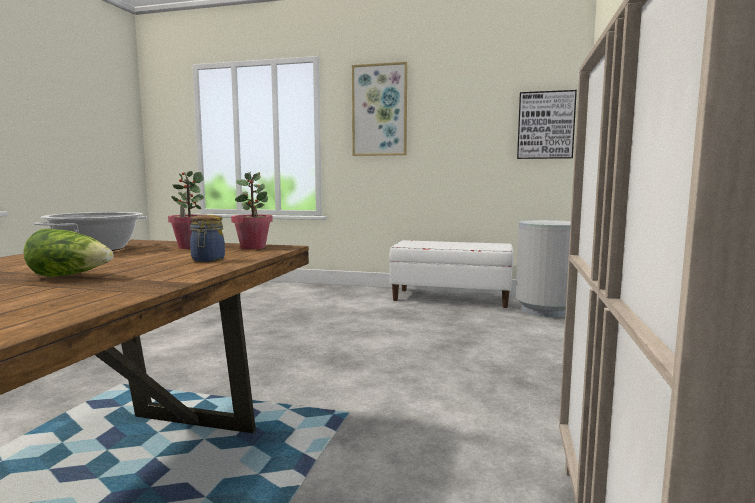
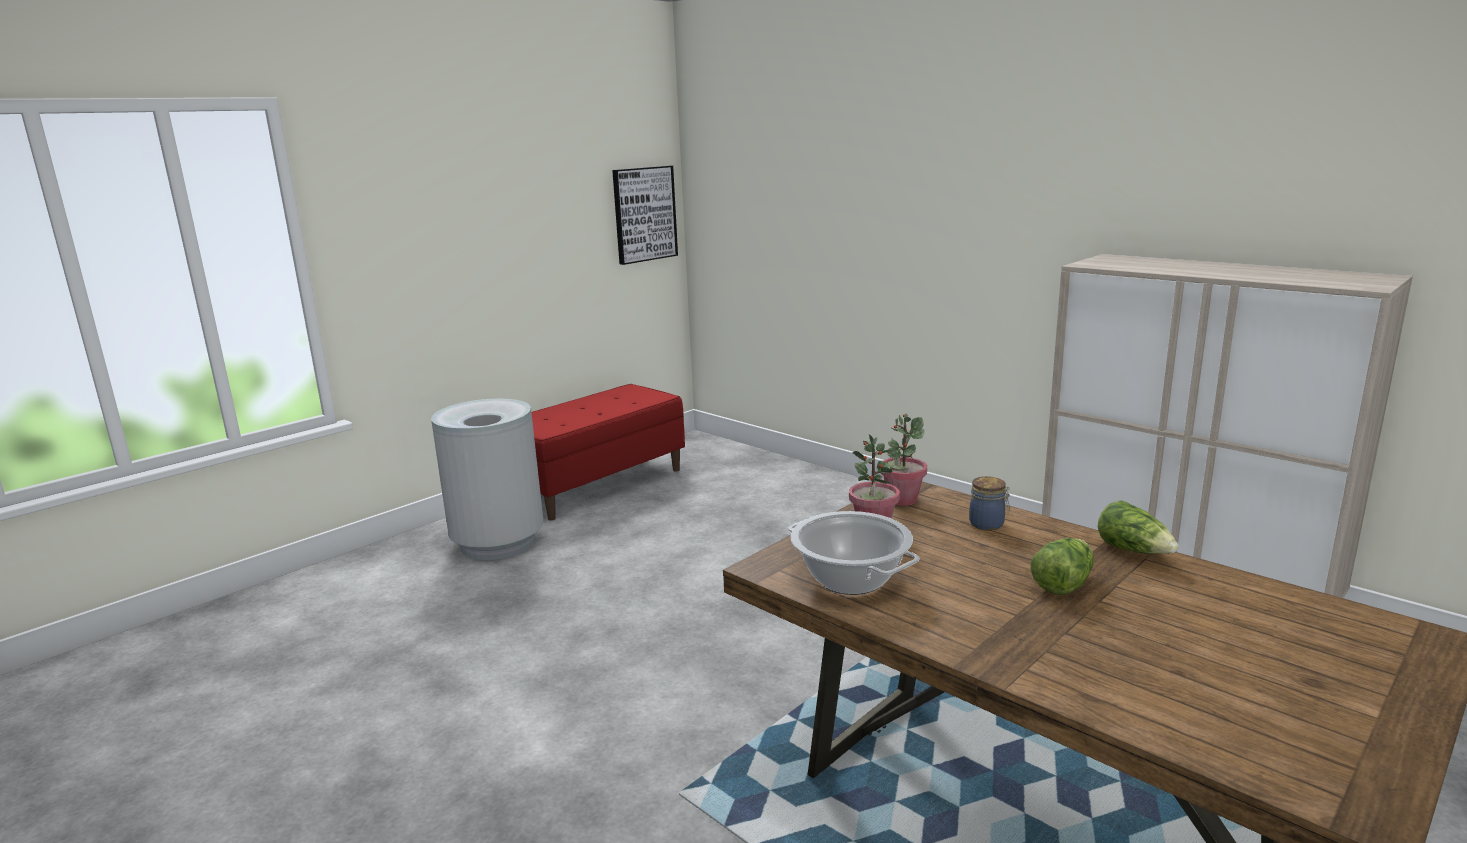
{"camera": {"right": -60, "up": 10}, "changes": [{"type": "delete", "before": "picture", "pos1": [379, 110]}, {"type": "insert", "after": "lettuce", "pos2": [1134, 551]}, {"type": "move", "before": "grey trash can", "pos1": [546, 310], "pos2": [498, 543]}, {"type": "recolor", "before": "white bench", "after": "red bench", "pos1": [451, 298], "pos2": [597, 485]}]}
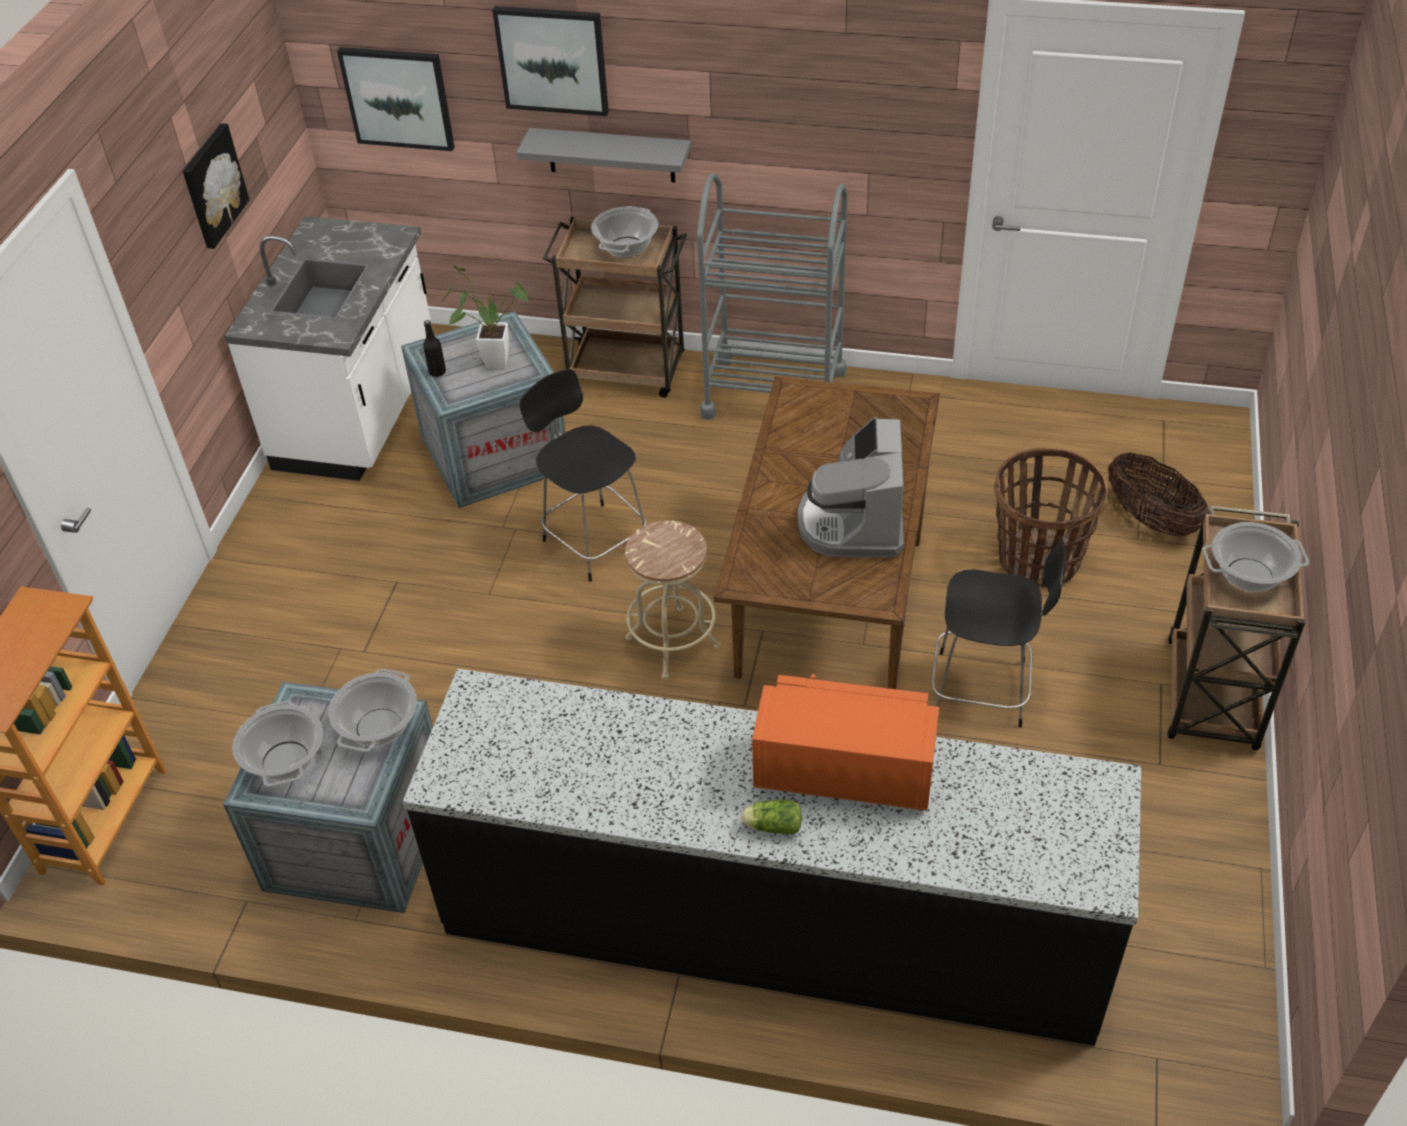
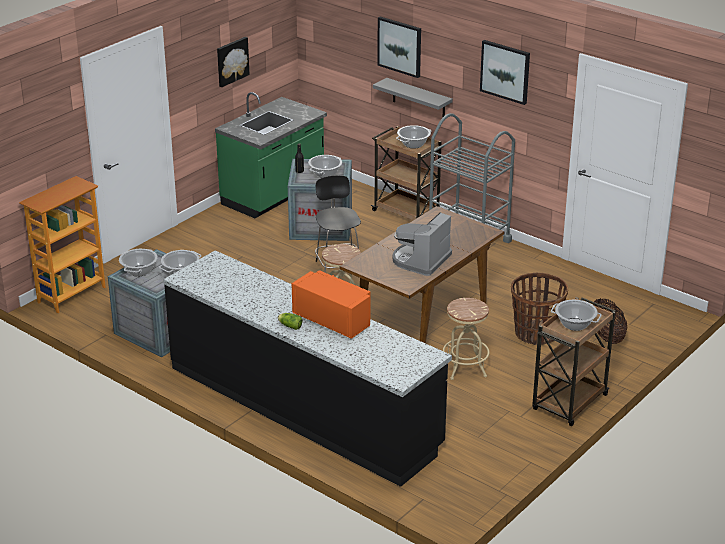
{"camera": {"right": 25, "up": -15}, "changes": [{"type": "move", "before": "picture", "pos1": [398, 97], "pos2": [505, 71]}, {"type": "replace", "before": "potted plant", "after": "cooking pot", "pos1": [491, 362], "pos2": [325, 174]}, {"type": "replace", "before": "black chair", "after": "beige stool", "pos1": [984, 690], "pos2": [465, 368]}, {"type": "recolor", "before": "white counter", "after": "green counter", "pos1": [360, 413], "pos2": [274, 195]}]}
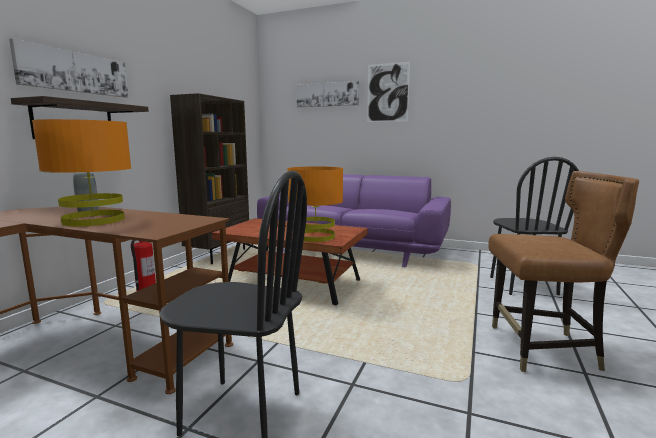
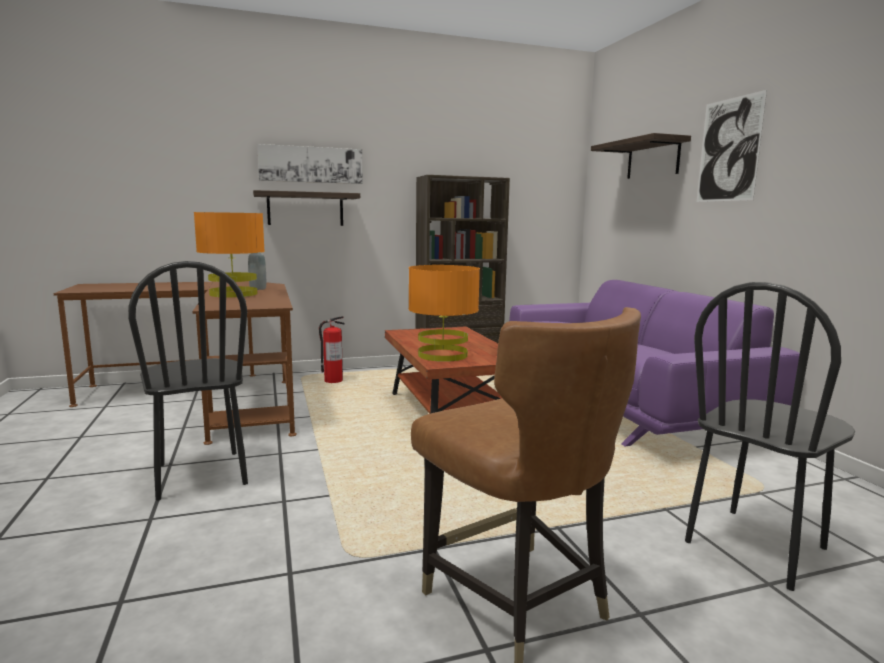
{"camera": {"right": 50, "up": 0}, "changes": [{"type": "replace", "before": "picture", "after": "shelf", "pos1": [327, 94], "pos2": [653, 159]}]}
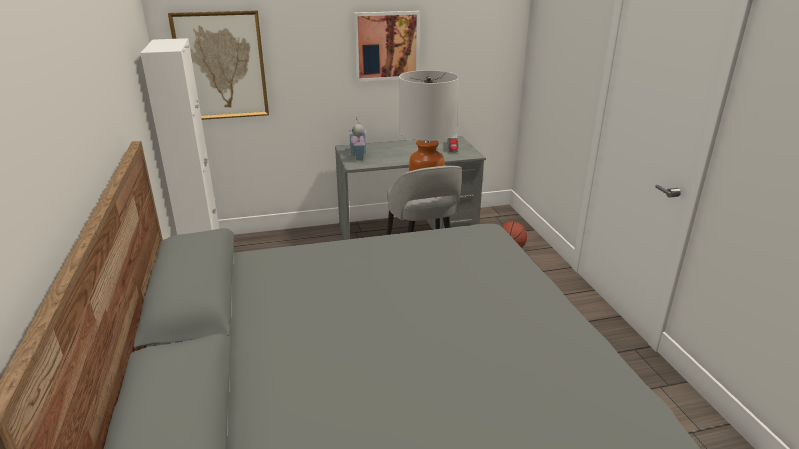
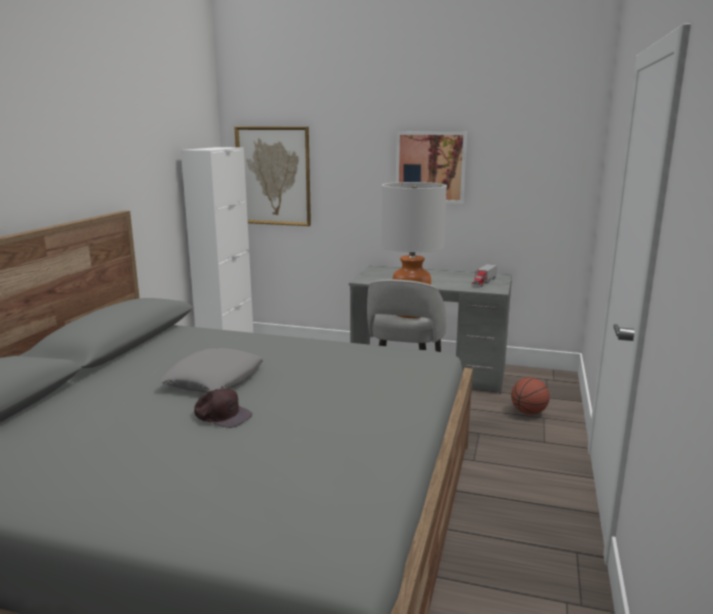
{"camera": {"right": 30, "up": -10}, "changes": [{"type": "delete", "before": "toy house", "pos1": [358, 155]}, {"type": "insert", "after": "grey pillow", "pos2": [214, 379]}, {"type": "insert", "after": "brown cap", "pos2": [222, 415]}]}
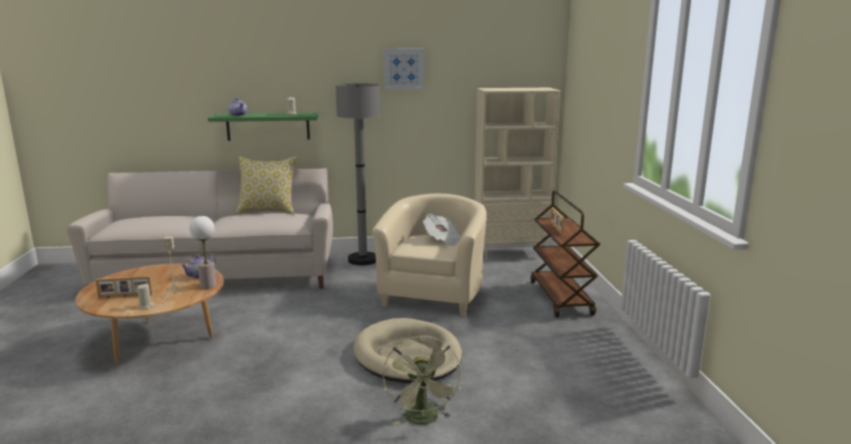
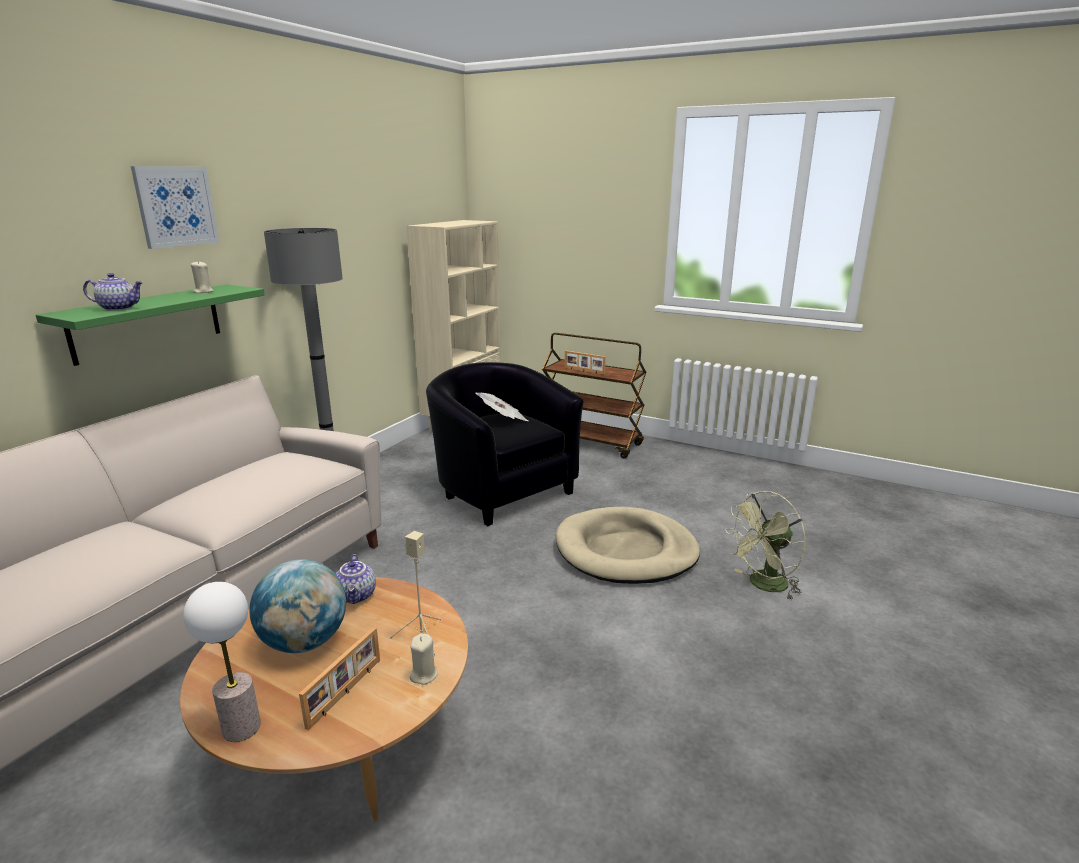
{"camera": {"right": -55, "up": 5}, "changes": [{"type": "delete", "before": "pillow", "pos1": [268, 211]}, {"type": "insert", "after": "globe", "pos2": [304, 642]}, {"type": "move", "before": "table lamp", "pos1": [208, 285], "pos2": [242, 728]}, {"type": "move", "before": "picture", "pos1": [403, 69], "pos2": [176, 206]}, {"type": "recolor", "before": "beige armchair", "after": "black armchair", "pos1": [433, 295], "pos2": [501, 490]}, {"type": "rotate", "before": "green fan", "pos1": [423, 420], "pos2": [763, 585], "turn": 120}]}
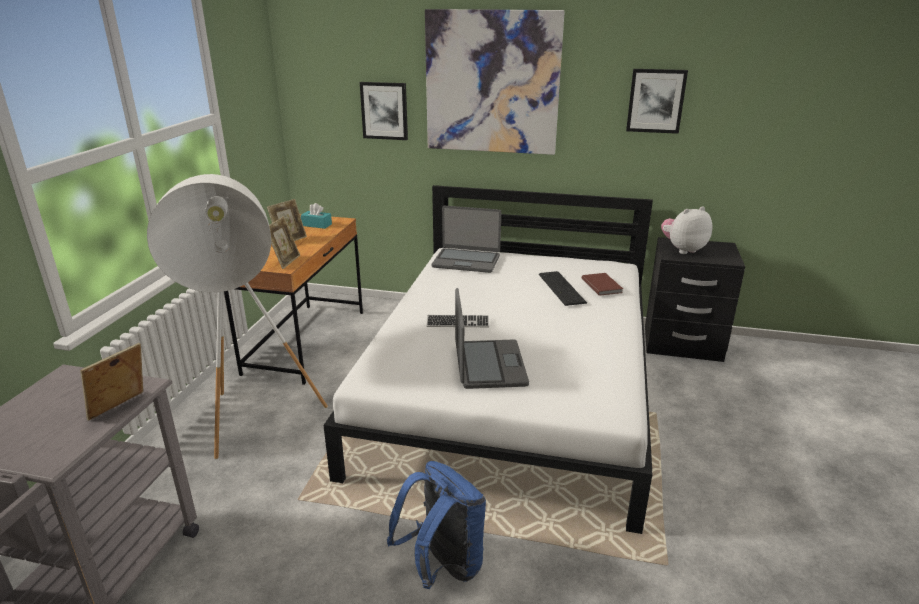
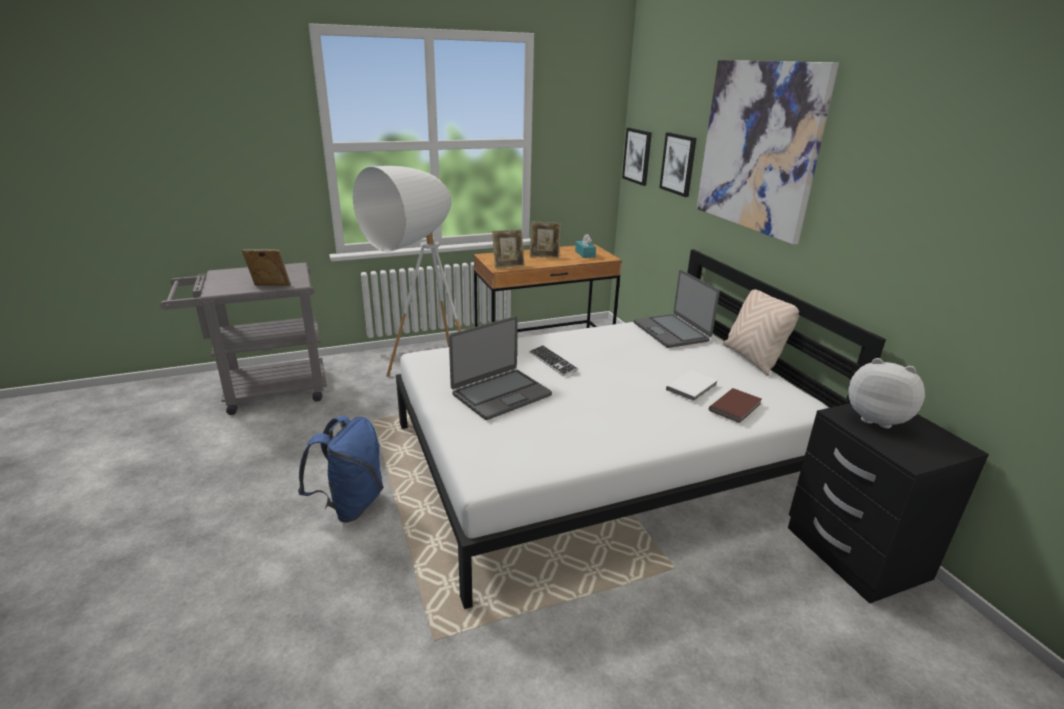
{"camera": {"right": 55, "up": 0}, "changes": [{"type": "insert", "after": "beige pillow", "pos2": [752, 359]}, {"type": "move", "before": "picture", "pos1": [656, 101], "pos2": [637, 156]}, {"type": "replace", "before": "keyboard", "after": "white book", "pos1": [562, 287], "pos2": [693, 387]}]}
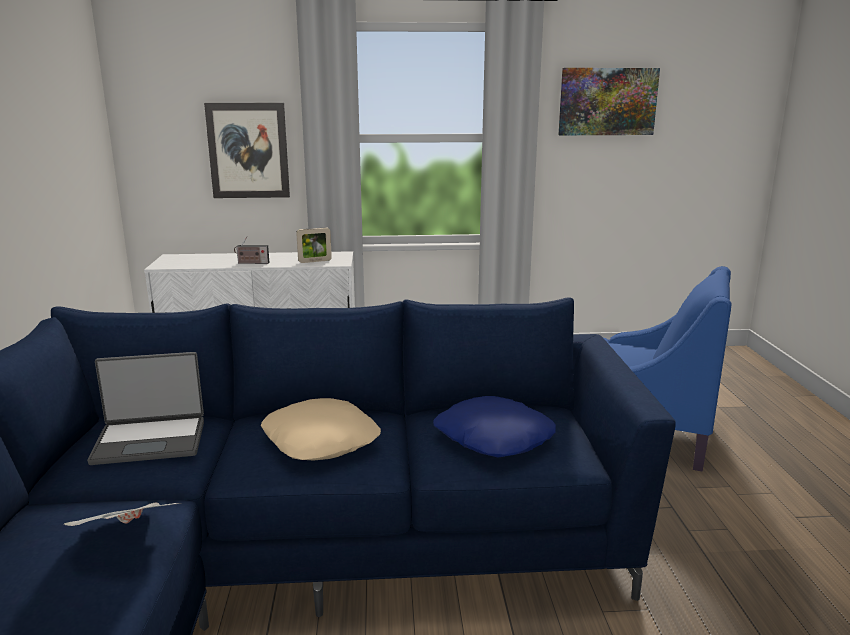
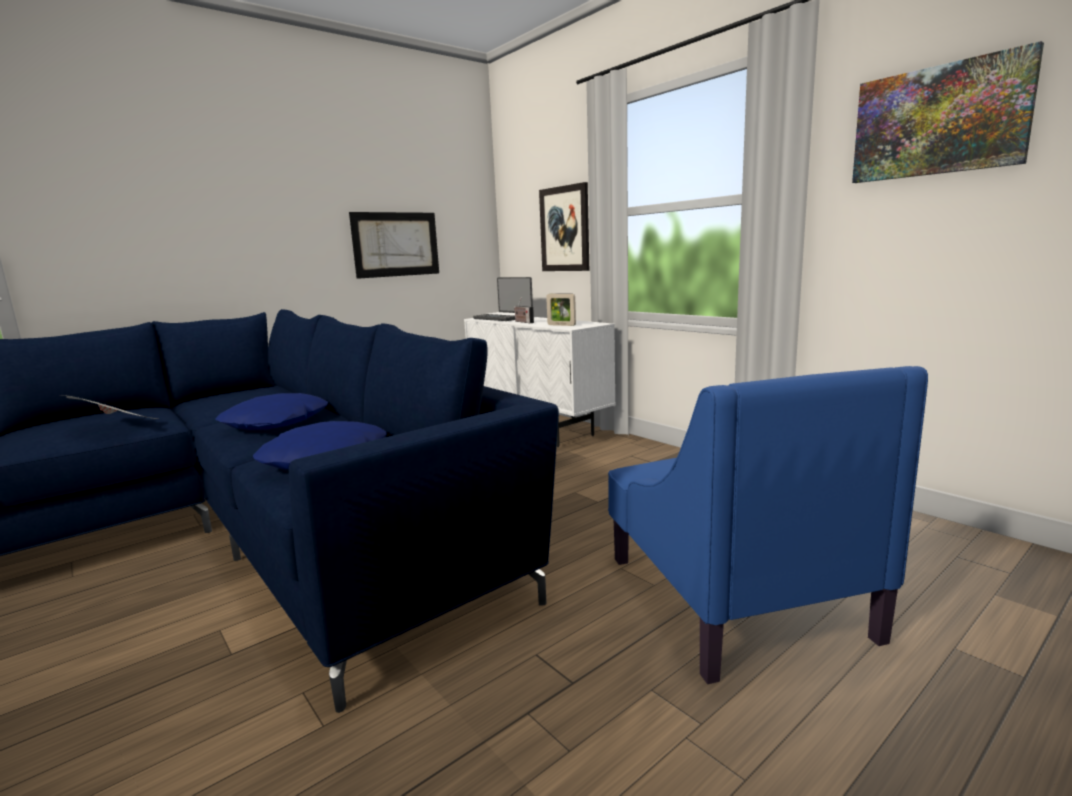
{"camera": {"right": 55, "up": -5}, "changes": [{"type": "insert", "after": "picture", "pos2": [396, 244]}, {"type": "move", "before": "laptop", "pos1": [150, 441], "pos2": [504, 318]}, {"type": "recolor", "before": "beige pillow", "after": "blue pillow", "pos1": [321, 440], "pos2": [276, 422]}]}
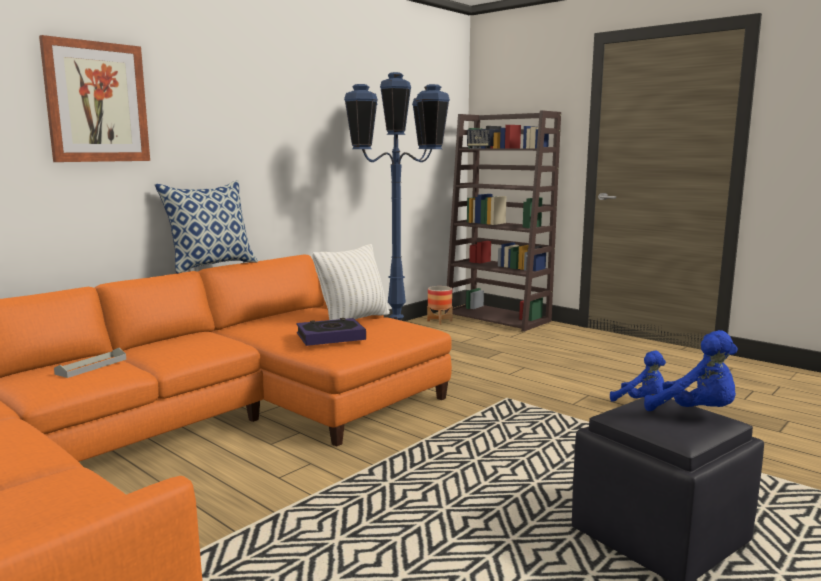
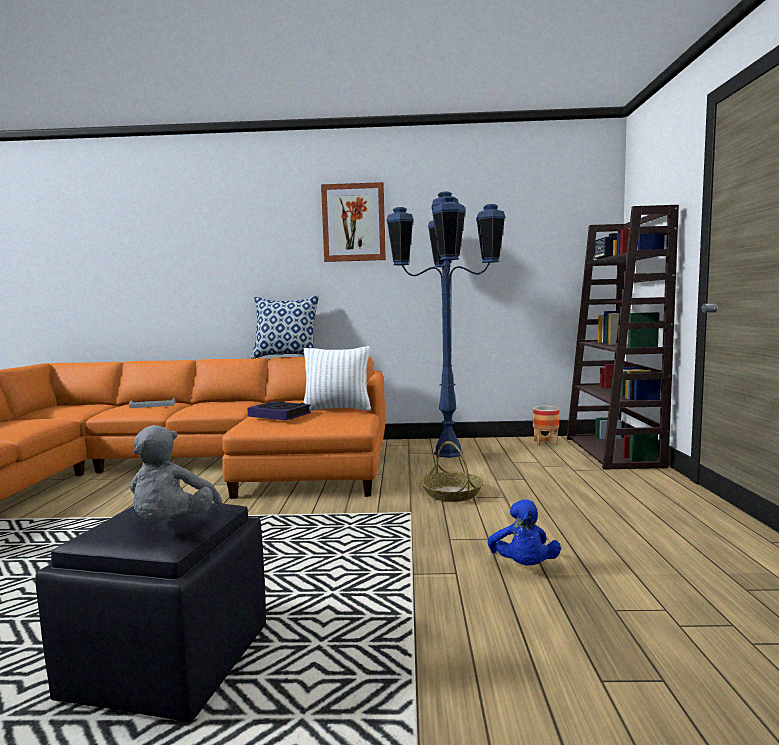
{"camera": {"right": 50, "up": -5}, "changes": [{"type": "insert", "after": "basket", "pos2": [452, 493]}, {"type": "move", "before": "picture", "pos1": [96, 102], "pos2": [353, 223]}, {"type": "recolor", "before": "blue plush toy", "after": "grey plush toy", "pos1": [696, 412], "pos2": [172, 525]}]}
